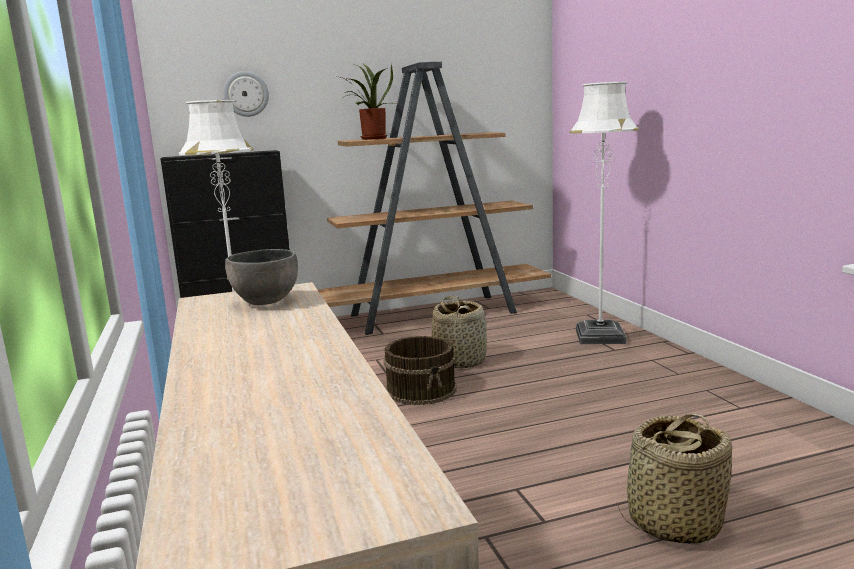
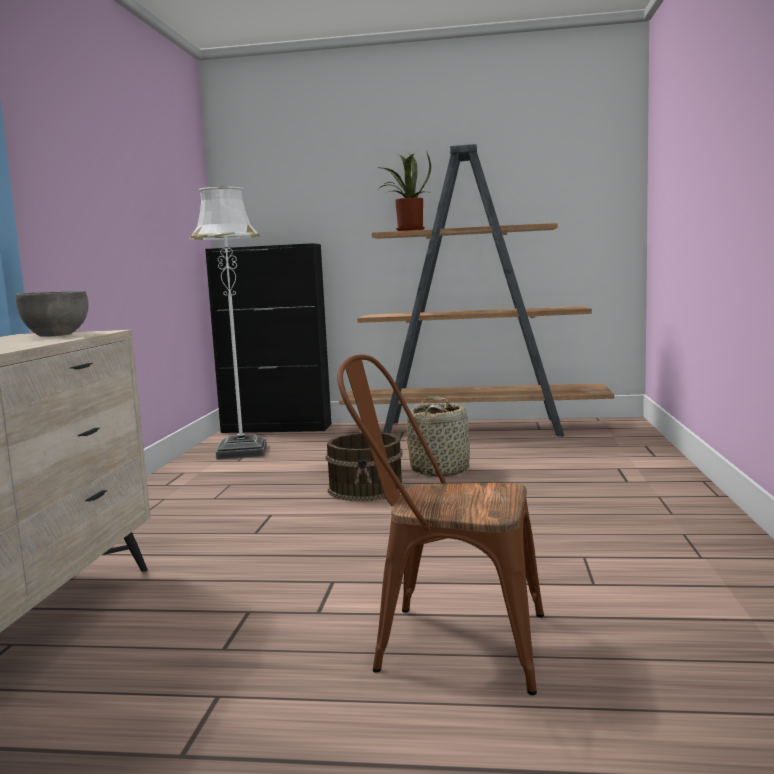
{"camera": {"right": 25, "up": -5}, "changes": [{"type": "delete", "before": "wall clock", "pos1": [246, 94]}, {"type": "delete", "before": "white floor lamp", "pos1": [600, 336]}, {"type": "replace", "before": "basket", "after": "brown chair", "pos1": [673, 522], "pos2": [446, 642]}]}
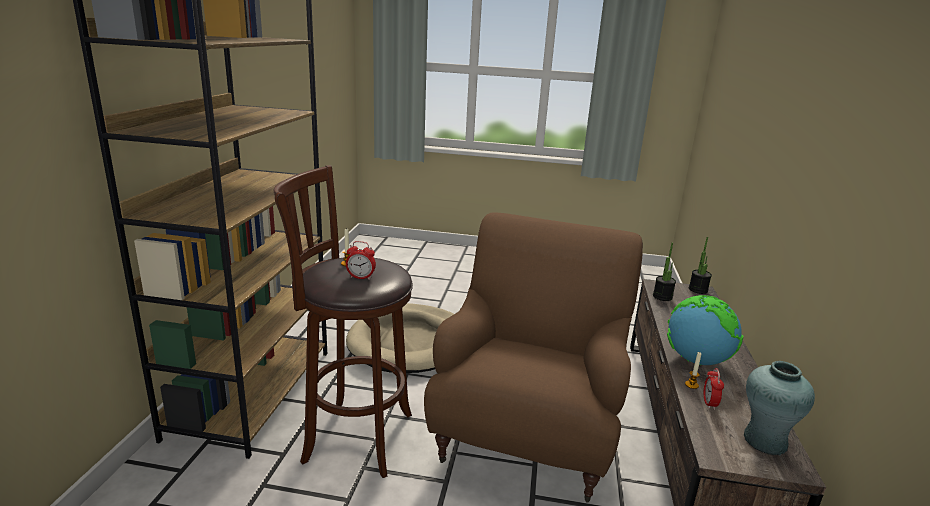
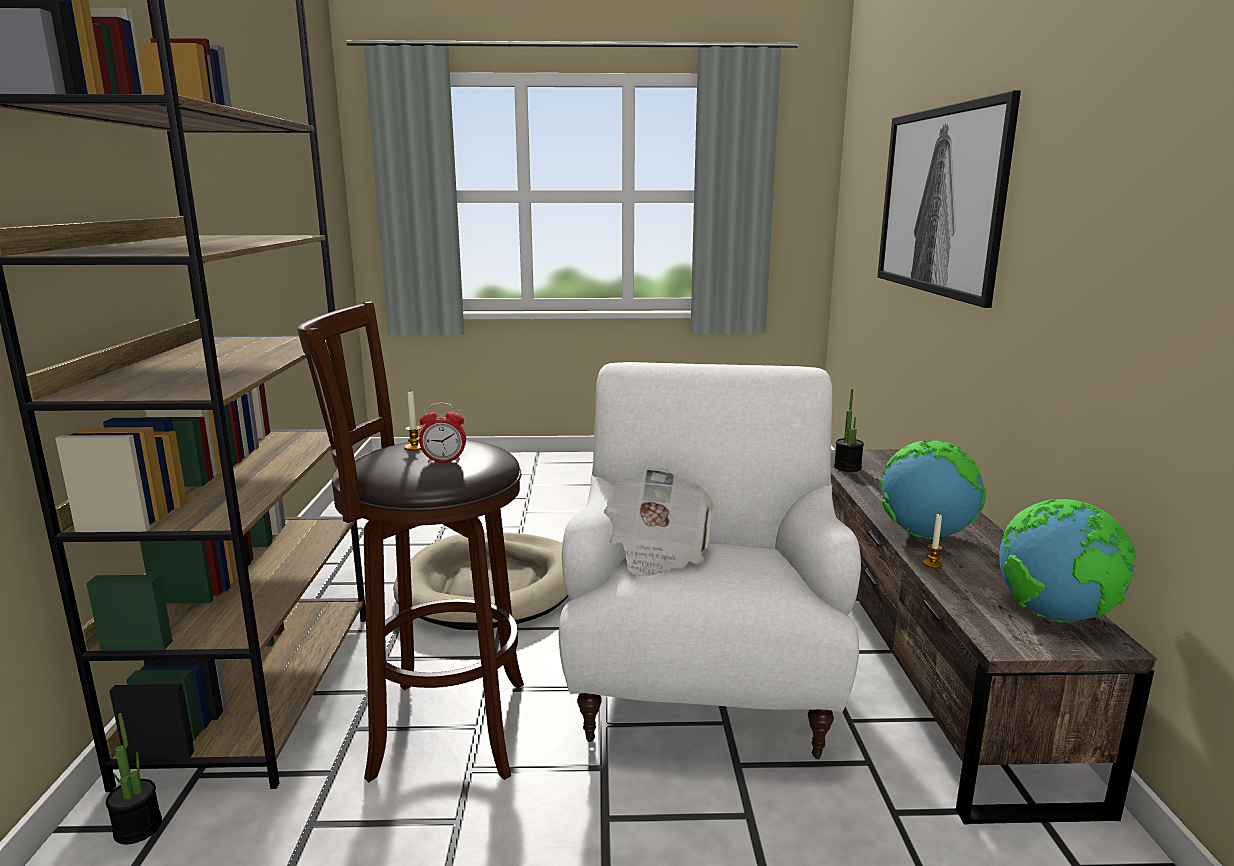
{"camera": {"right": -10, "up": -5}, "changes": [{"type": "delete", "before": "alarm clock", "pos1": [709, 403]}, {"type": "insert", "after": "newspaper", "pos2": [656, 550]}, {"type": "insert", "after": "picture", "pos2": [942, 201]}, {"type": "move", "before": "potted plant", "pos1": [698, 290], "pos2": [138, 828]}, {"type": "replace", "before": "turquoise vase", "after": "globe", "pos1": [764, 441], "pos2": [1056, 616]}, {"type": "recolor", "before": "brown armchair", "after": "white armchair", "pos1": [527, 435], "pos2": [703, 684]}]}
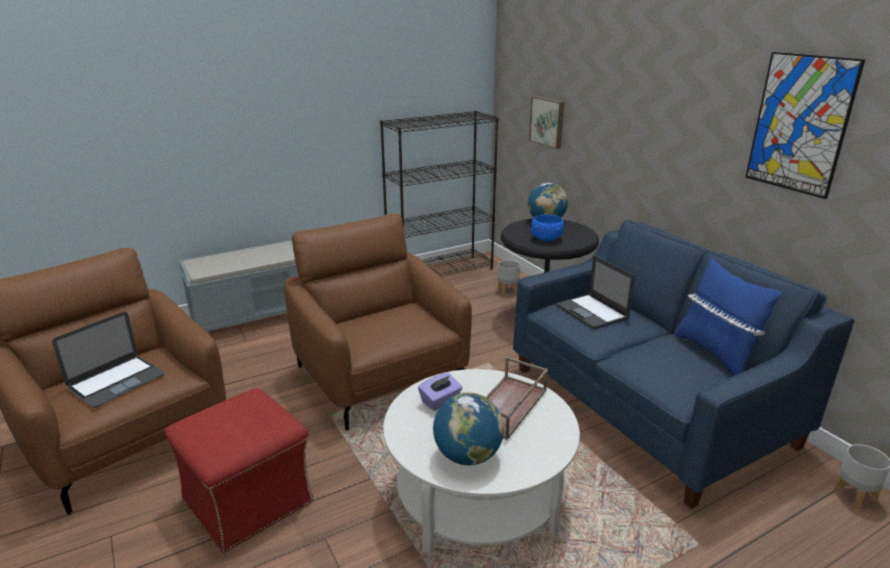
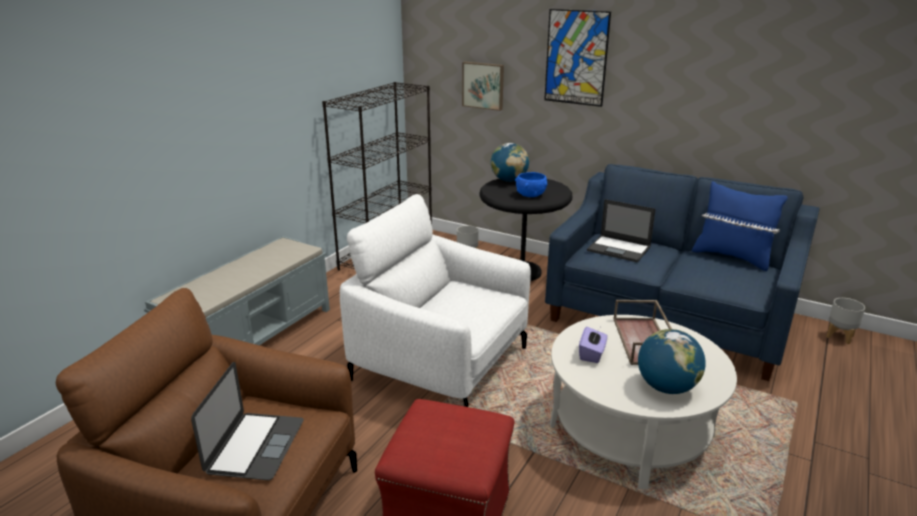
{"camera": {"right": -30, "up": 0}, "changes": [{"type": "move", "before": "picture", "pos1": [799, 124], "pos2": [576, 58]}, {"type": "recolor", "before": "brown armchair", "after": "white armchair", "pos1": [381, 377], "pos2": [441, 364]}]}
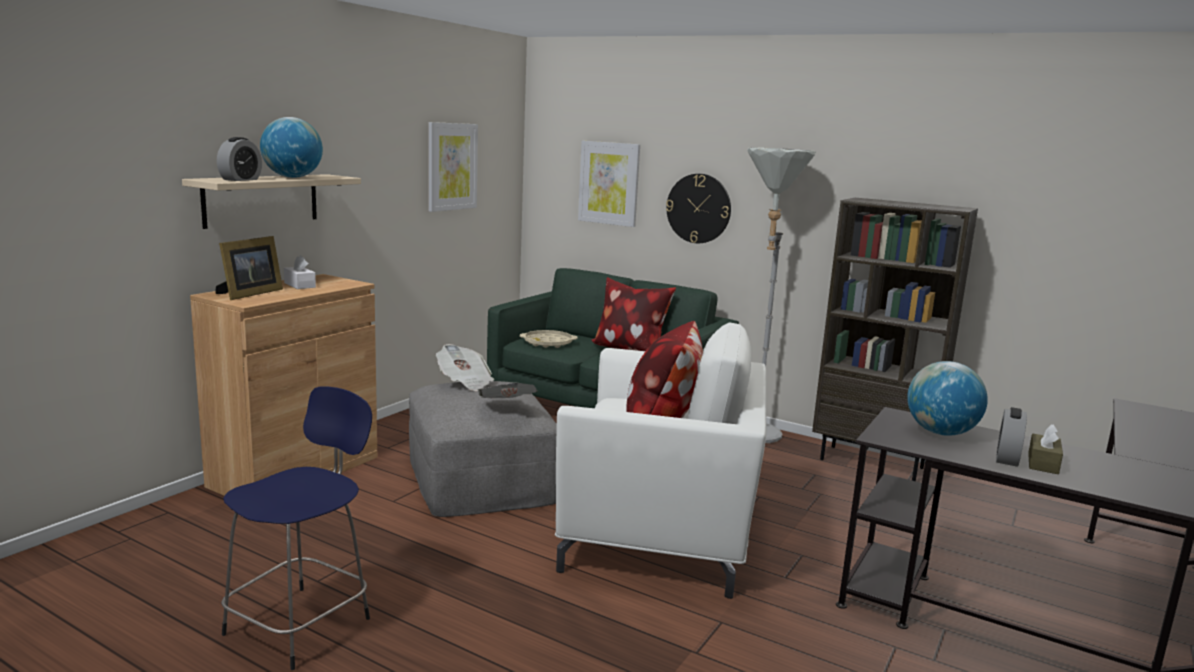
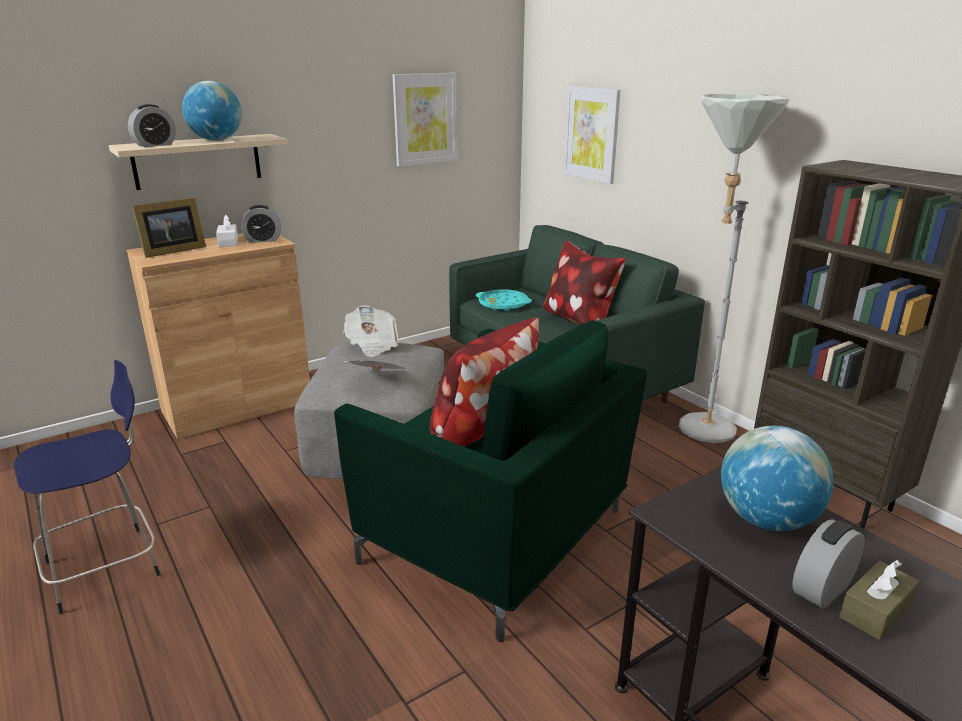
{"camera": {"right": 25, "up": 10}, "changes": [{"type": "delete", "before": "wall clock", "pos1": [698, 208]}, {"type": "insert", "after": "alarm clock", "pos2": [263, 240]}, {"type": "recolor", "before": "beige tray", "after": "turquoise tray", "pos1": [548, 343], "pos2": [503, 304]}, {"type": "recolor", "before": "white armchair", "after": "green armchair", "pos1": [661, 533], "pos2": [496, 538]}]}
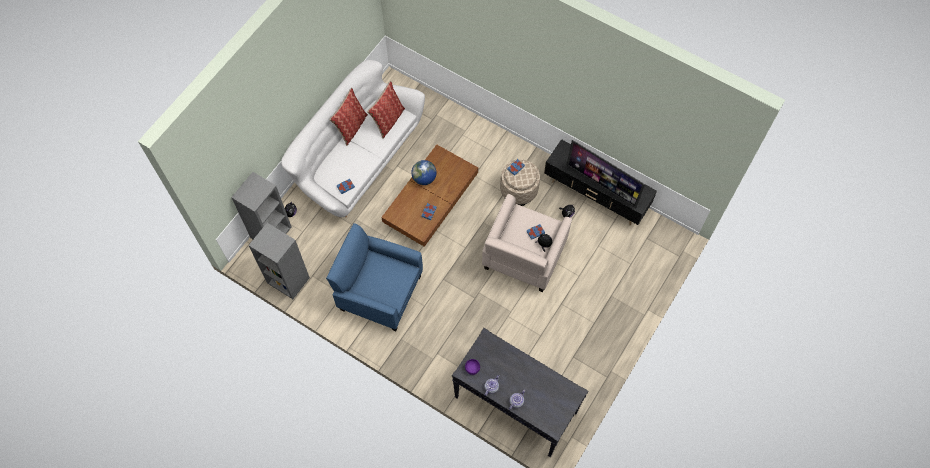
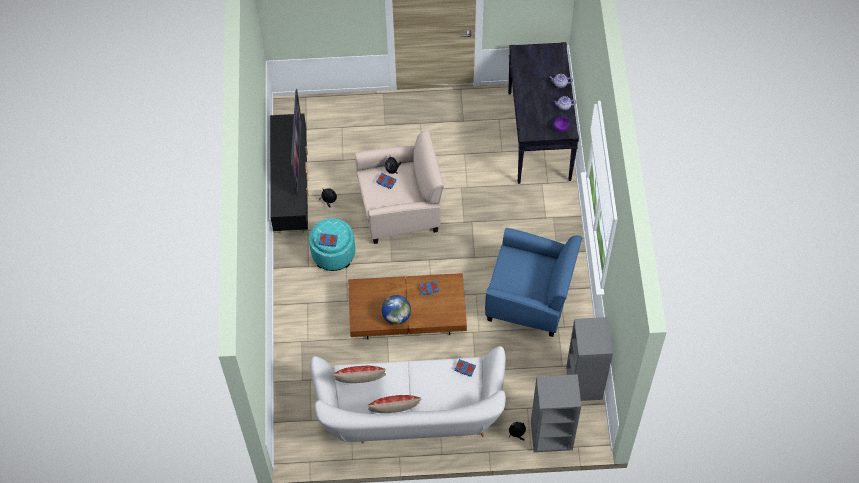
{"camera": {"right": -125, "up": -5}, "changes": [{"type": "recolor", "before": "beige ottoman", "after": "turquoise ottoman", "pos1": [519, 190], "pos2": [333, 254]}, {"type": "rotate", "before": "blue armchair", "pos1": [379, 292], "pos2": [530, 298], "turn": -60}]}
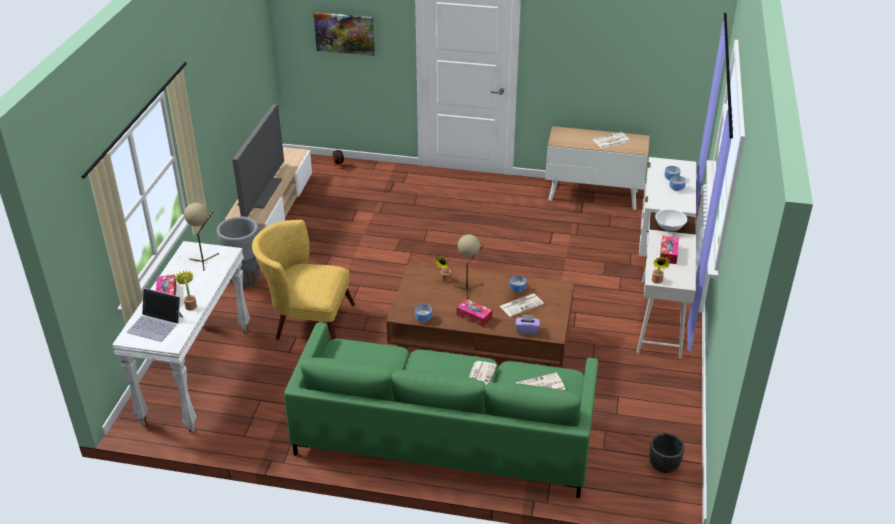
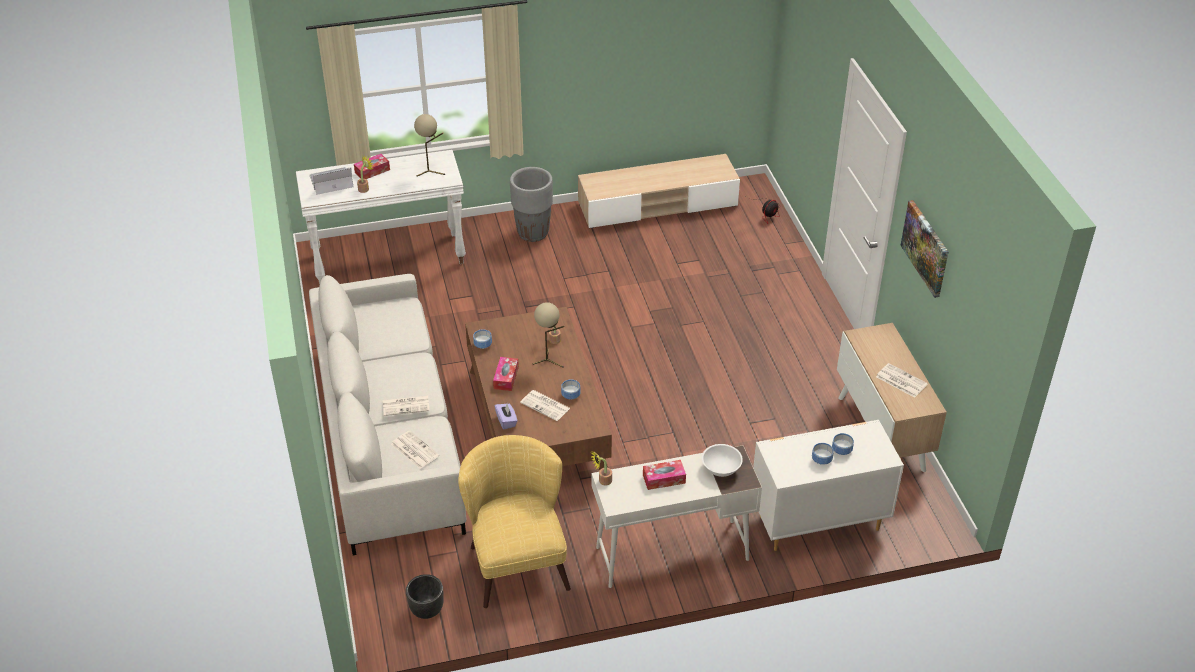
{"camera": {"right": 65, "up": 5}, "changes": [{"type": "delete", "before": "television", "pos1": [260, 192]}, {"type": "move", "before": "yellow armchair", "pos1": [306, 320], "pos2": [516, 559]}, {"type": "move", "before": "picture", "pos1": [344, 33], "pos2": [926, 248]}, {"type": "recolor", "before": "green sofa", "after": "grey sofa", "pos1": [444, 436], "pos2": [389, 437]}, {"type": "rotate", "before": "laptop", "pos1": [156, 324], "pos2": [331, 181], "turn": 75}]}
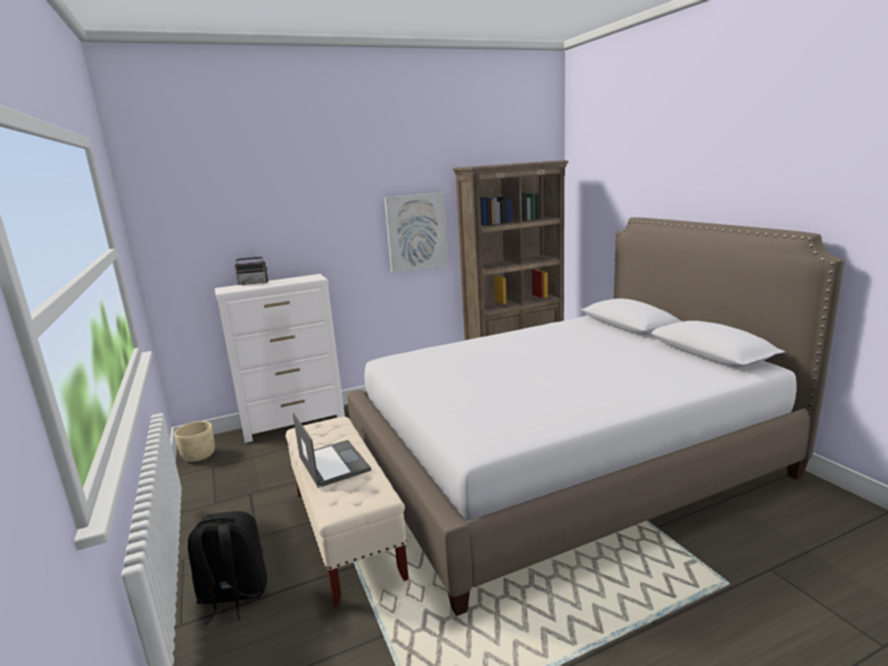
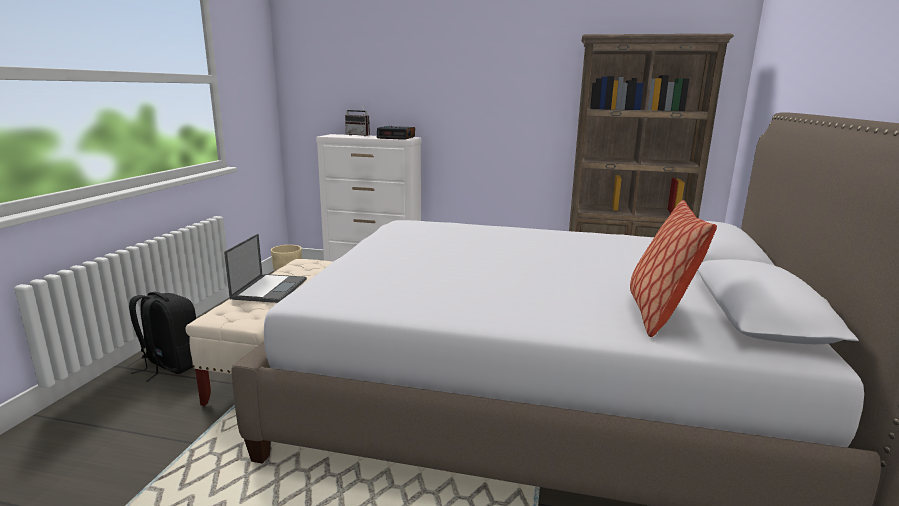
{"camera": {"right": 35, "up": 0}, "changes": [{"type": "delete", "before": "picture", "pos1": [416, 232]}, {"type": "insert", "after": "alarm clock", "pos2": [396, 137]}, {"type": "insert", "after": "pillow", "pos2": [657, 315]}]}
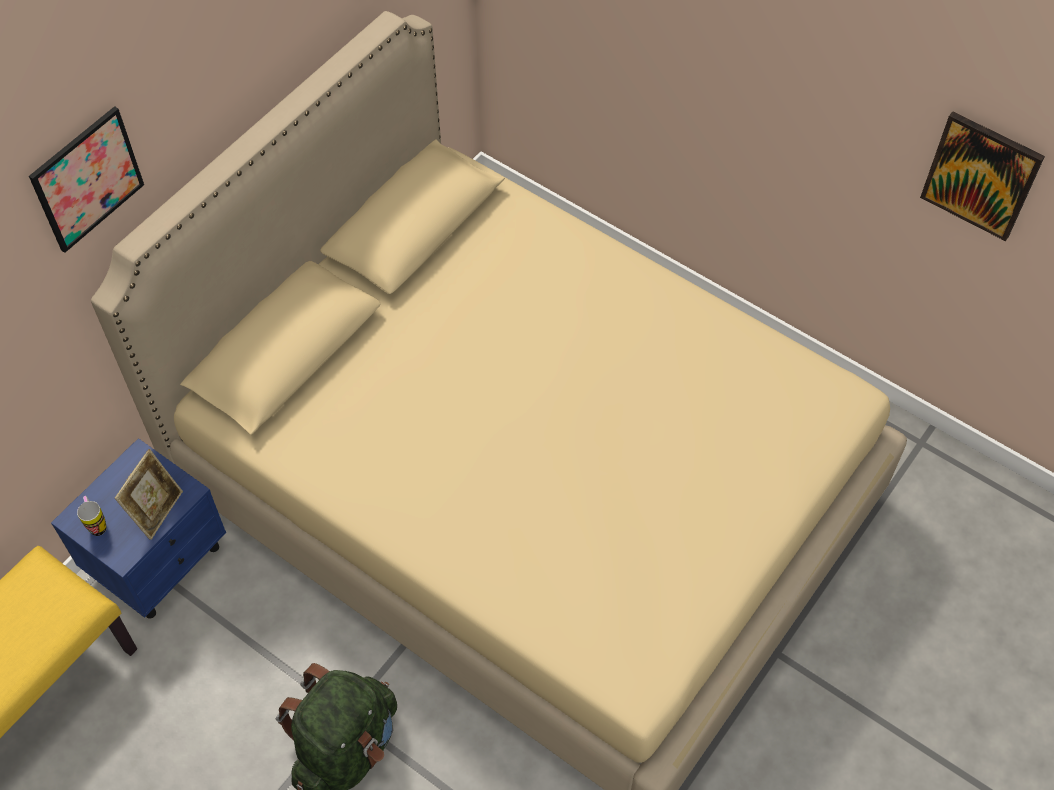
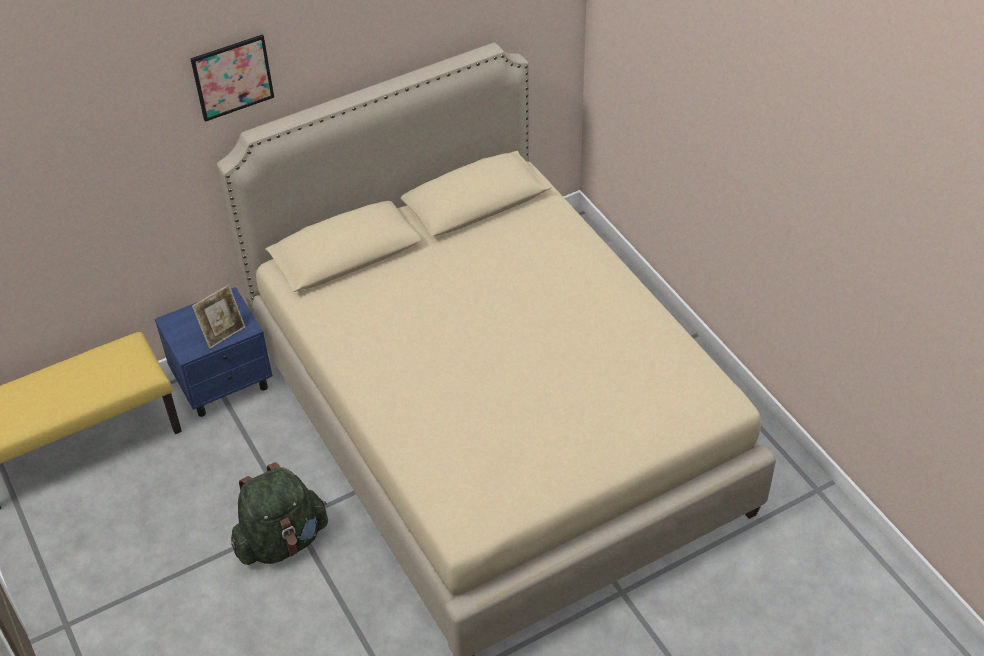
{"camera": {"right": 25, "up": -10}, "changes": [{"type": "delete", "before": "mug", "pos1": [97, 524]}, {"type": "delete", "before": "picture", "pos1": [981, 175]}]}
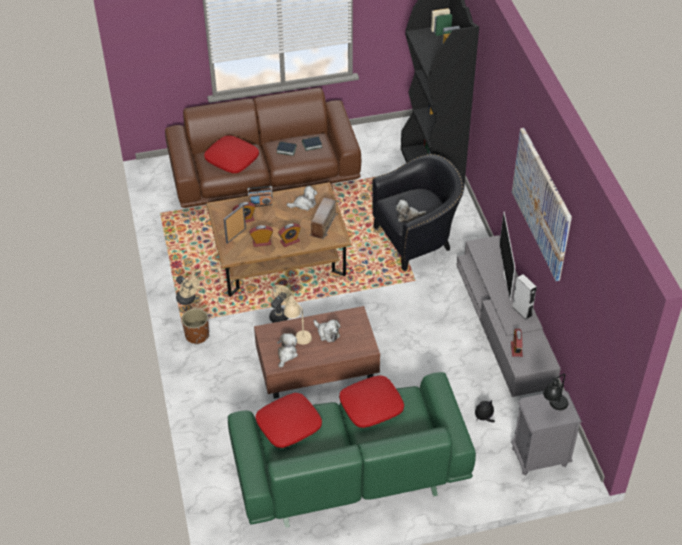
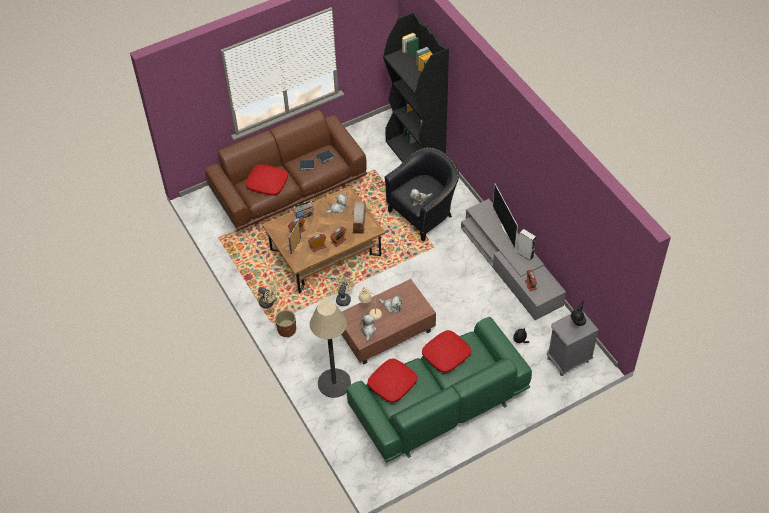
{"camera": {"right": -15, "up": 5}, "changes": [{"type": "delete", "before": "picture", "pos1": [541, 203]}, {"type": "insert", "after": "floor lamp", "pos2": [334, 383]}]}
